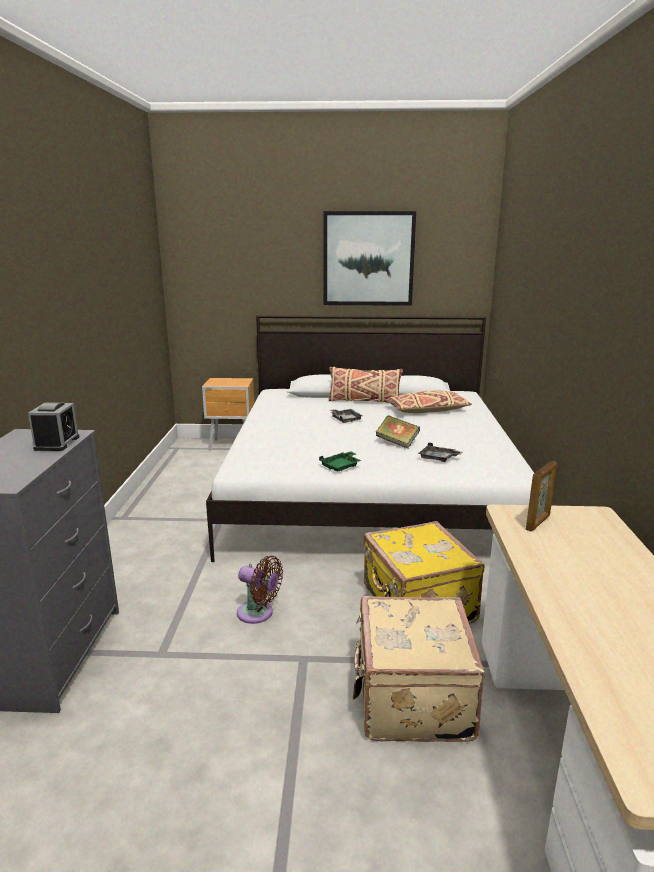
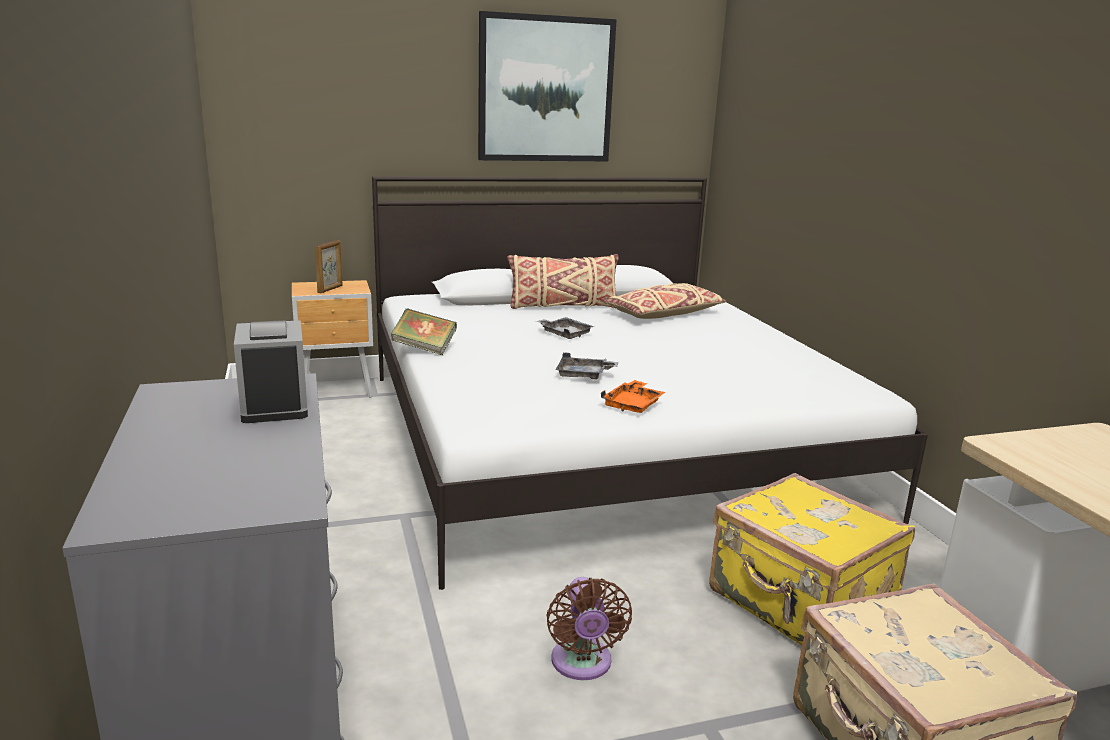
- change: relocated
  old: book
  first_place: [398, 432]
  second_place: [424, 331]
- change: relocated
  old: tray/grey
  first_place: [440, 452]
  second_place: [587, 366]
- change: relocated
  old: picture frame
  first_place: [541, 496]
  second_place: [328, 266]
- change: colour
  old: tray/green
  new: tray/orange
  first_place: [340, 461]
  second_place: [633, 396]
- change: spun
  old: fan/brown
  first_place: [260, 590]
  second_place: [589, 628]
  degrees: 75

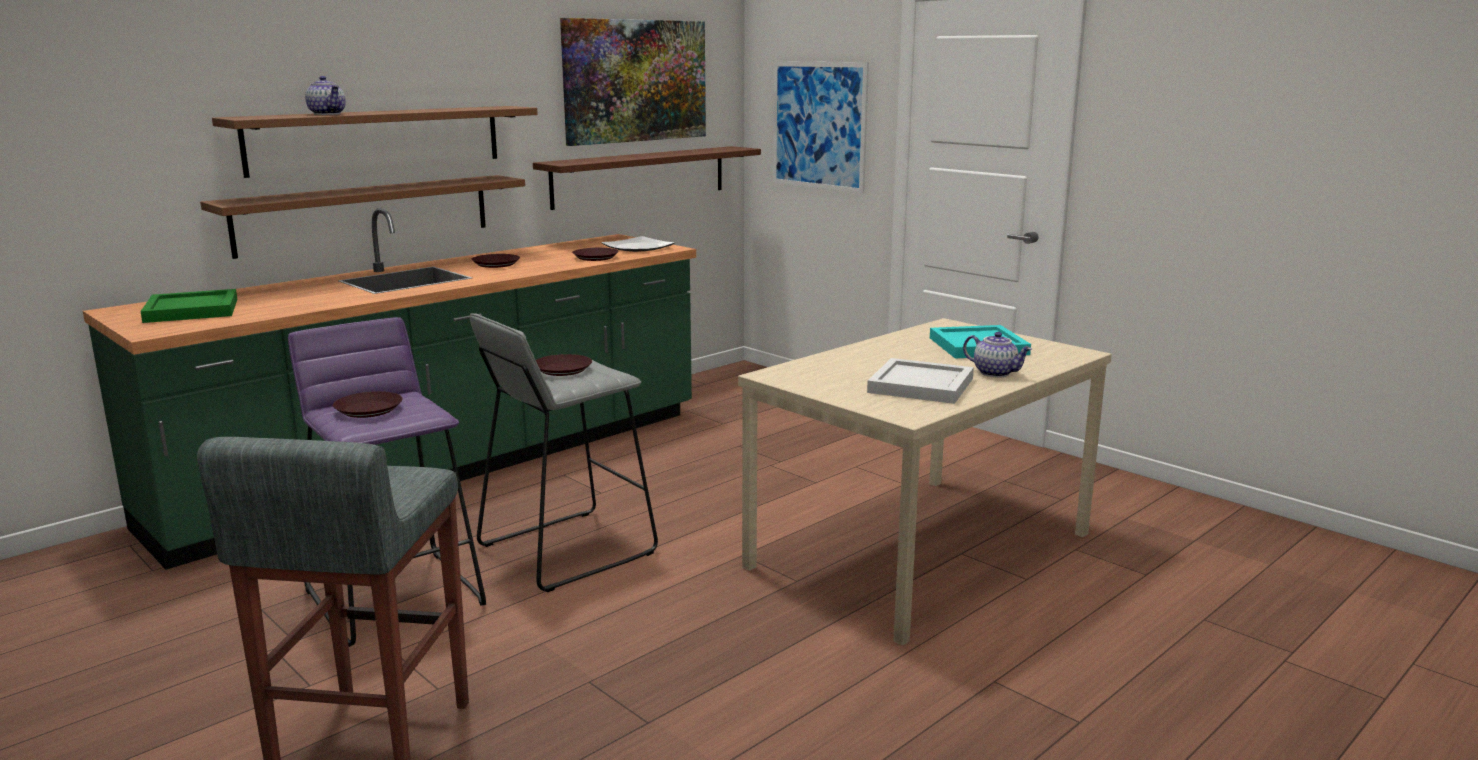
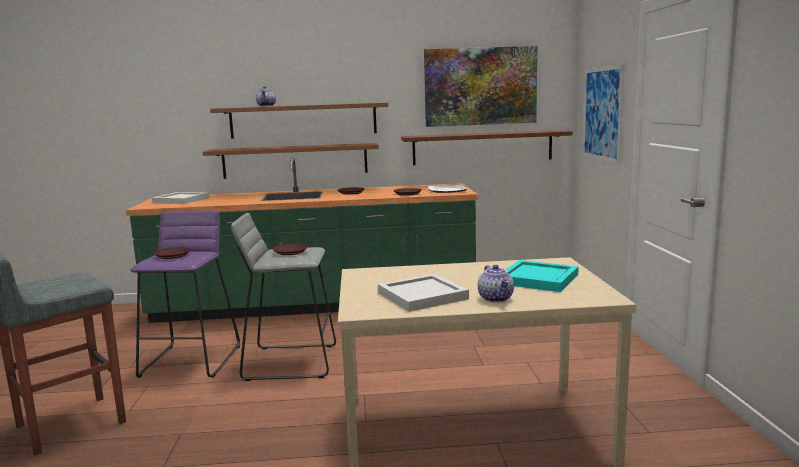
- change: colour
  old: tray/green
  new: tray/white
  first_place: [188, 306]
  second_place: [180, 198]

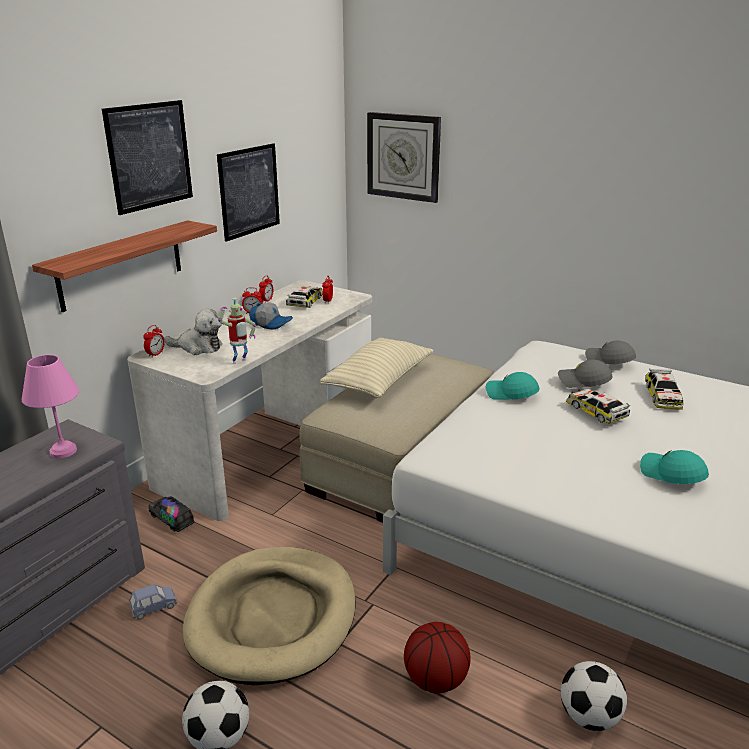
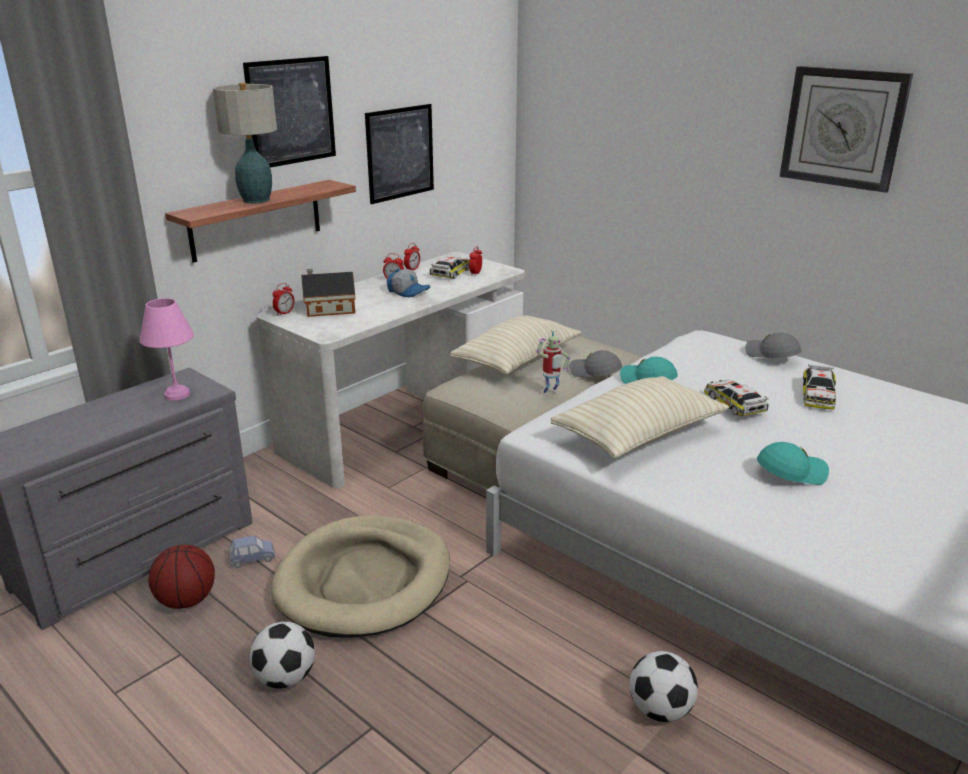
- change: missing
  old: toy truck
  first_place: [171, 514]
- change: appeared
  new: table lamp
  second_place: [245, 142]
- change: appeared
  new: pillow/beige
  second_place: [640, 417]
- change: relocated
  old: toy robot
  first_place: [237, 330]
  second_place: [553, 362]
- change: relocated
  old: wall clock
  first_place: [404, 157]
  second_place: [846, 129]
- change: relocated
  old: basketball
  first_place: [437, 657]
  second_place: [181, 577]
- change: relocated
  old: cap/grey
  first_place: [585, 374]
  second_place: [596, 363]
- change: exchanged
  old: plush toy
  new: toy house
  first_place: [193, 332]
  second_place: [328, 293]
- change: spun
  old: cap/turquoise
  first_place: [674, 467]
  second_place: [793, 463]
  degrees: 105

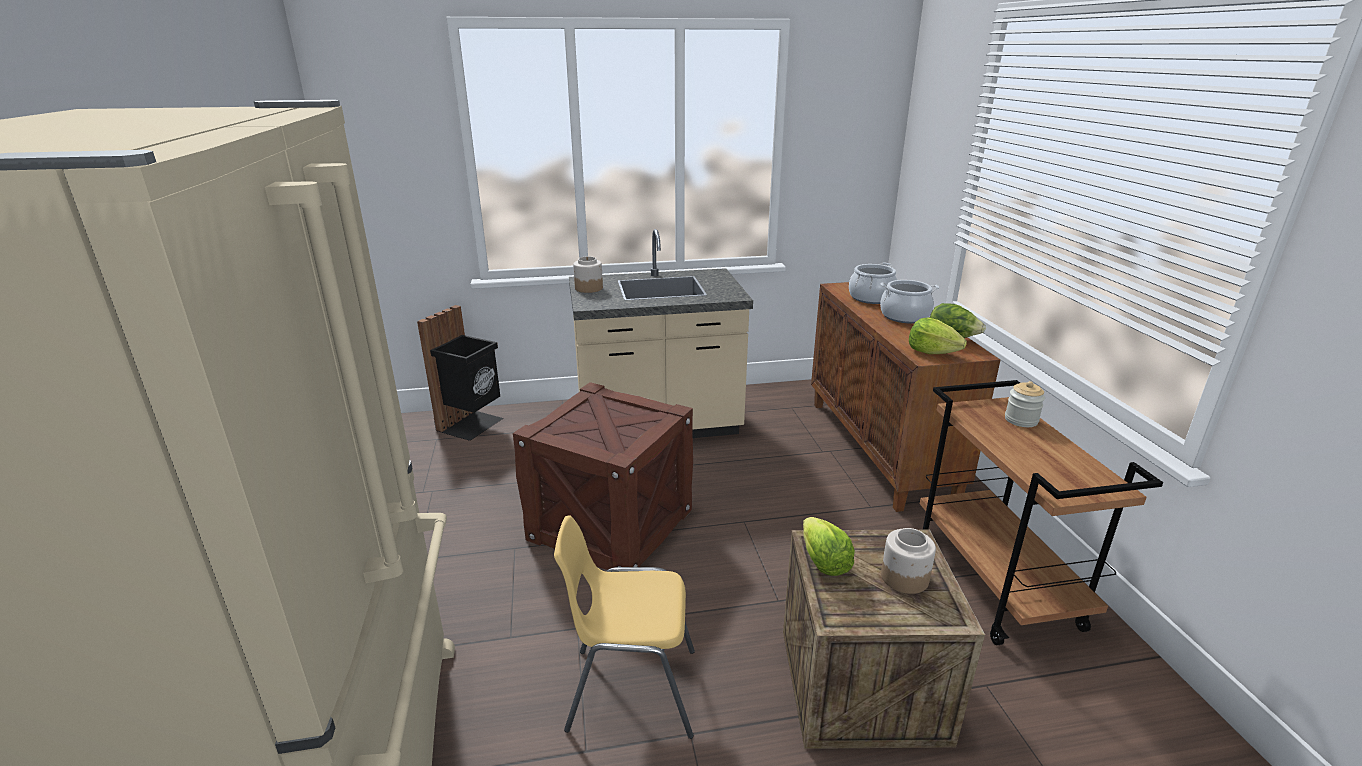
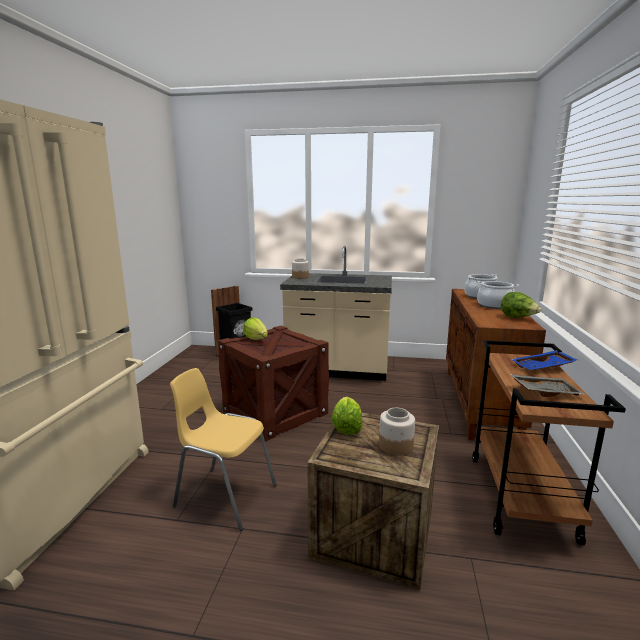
- change: appeared
  new: tray/grey
  second_place: [548, 385]
- change: relocated
  old: lettuce
  first_place: [938, 336]
  second_place: [255, 329]
- change: exchanged
  old: jar
  new: tray/blue
  first_place: [1025, 404]
  second_place: [544, 360]

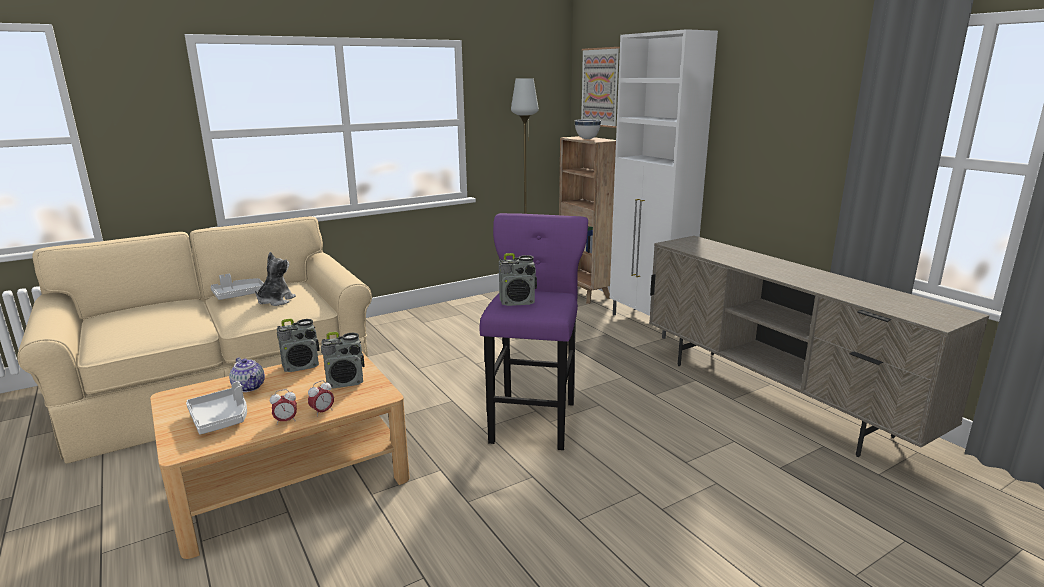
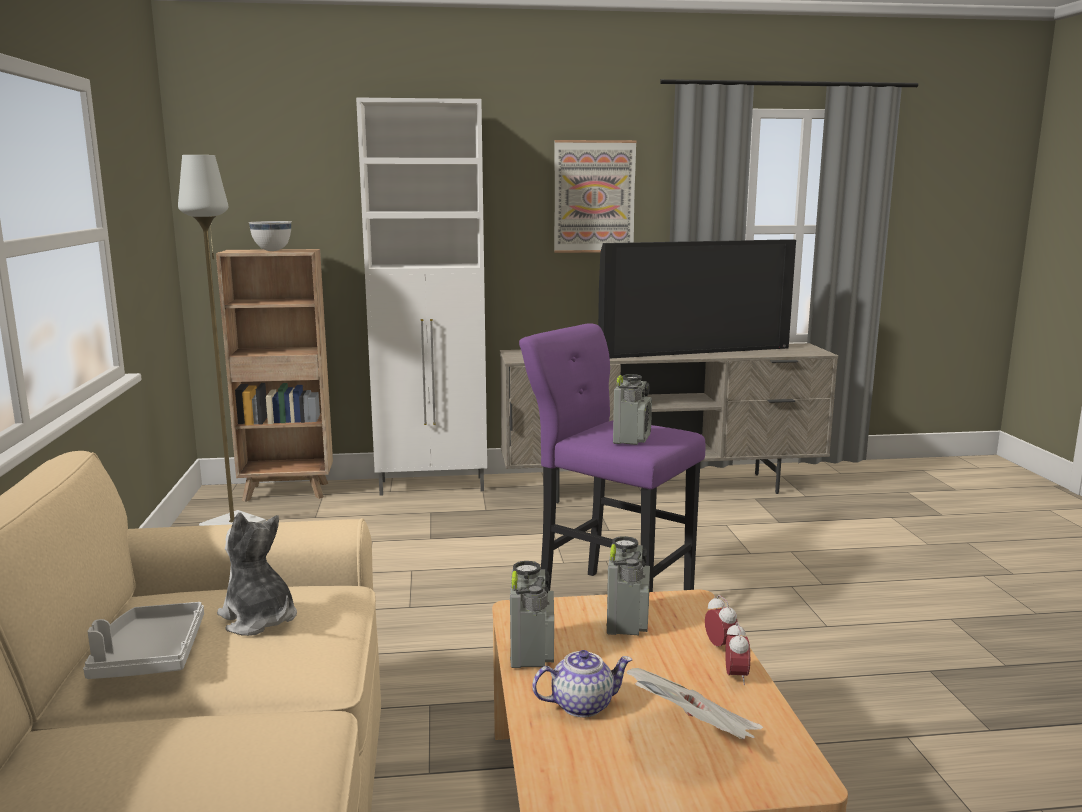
- change: appeared
  new: television
  second_place: [697, 298]
- change: relocated
  old: picture
  first_place: [600, 87]
  second_place: [595, 196]
- change: exchanged
  old: tray/grey
  new: newspaper
  first_place: [216, 408]
  second_place: [694, 703]

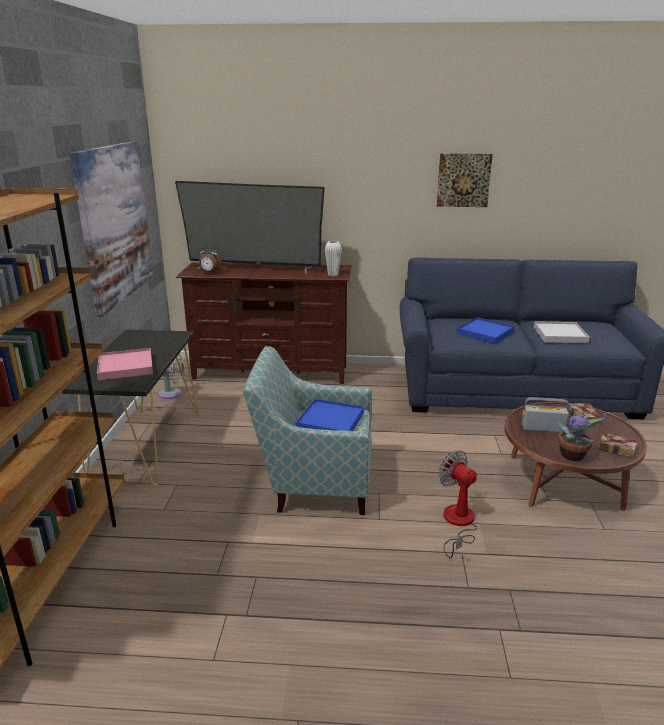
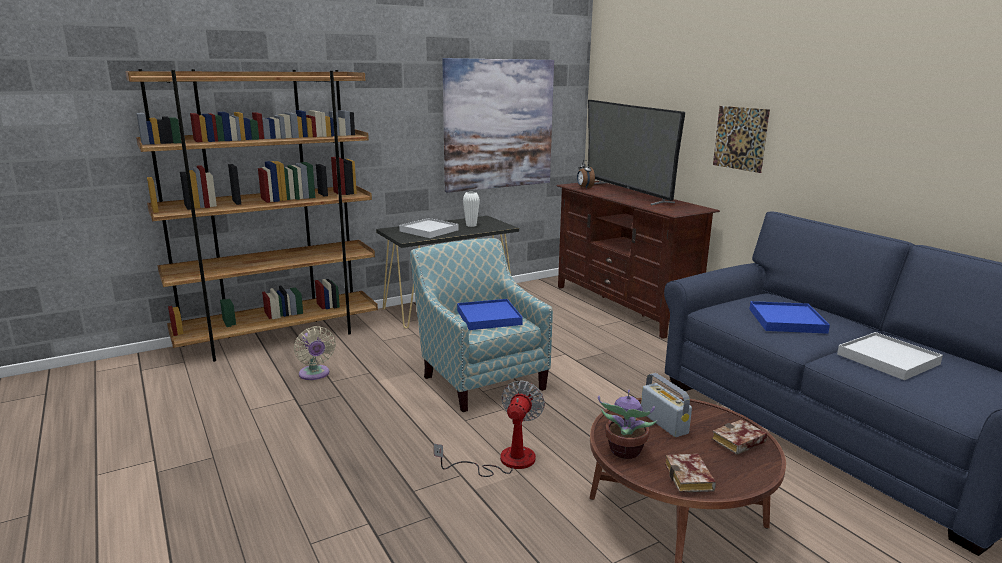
- change: relocated
  old: fan/beige
  first_place: [172, 376]
  second_place: [315, 353]
- change: relocated
  old: vase/white
  first_place: [333, 258]
  second_place: [471, 209]
- change: relocated
  old: picture
  first_place: [465, 180]
  second_place: [741, 139]
- change: colour
  old: tray/pink
  new: tray/white
  first_place: [125, 364]
  second_place: [429, 228]

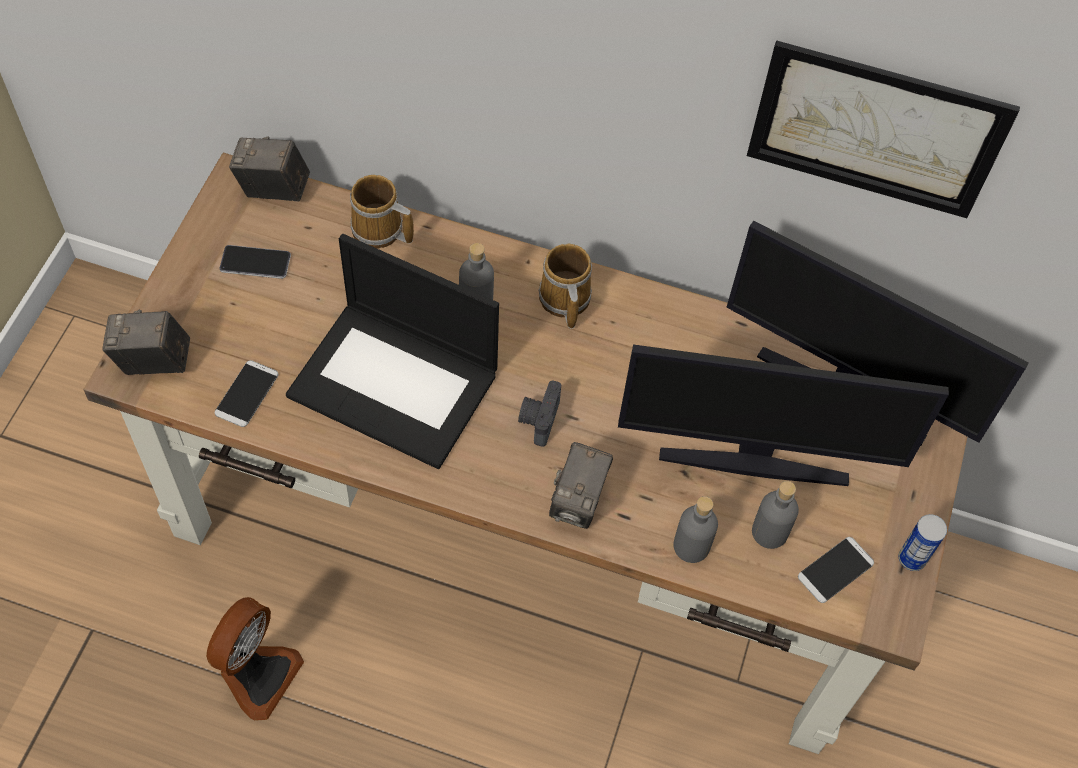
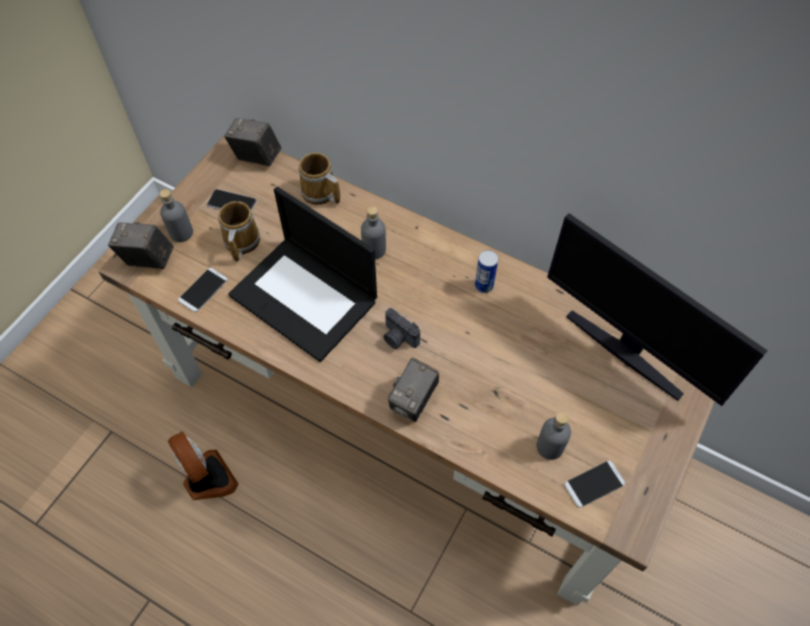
- change: missing
  old: monitor
  first_place: [783, 415]
- change: missing
  old: picture
  first_place: [883, 129]
- change: relocated
  old: mug
  first_place: [565, 286]
  second_place: [239, 231]
- change: relocated
  old: bottle/grey
  first_place: [695, 529]
  second_place: [176, 215]
- change: relocated
  old: can
  first_place: [923, 542]
  second_place: [486, 271]
- change: spun
  old: fan
  first_place: [255, 659]
  second_place: [203, 465]
  degrees: -75
- change: spun
  old: photo camera
  first_place: [539, 413]
  second_place: [401, 328]
  degrees: -75

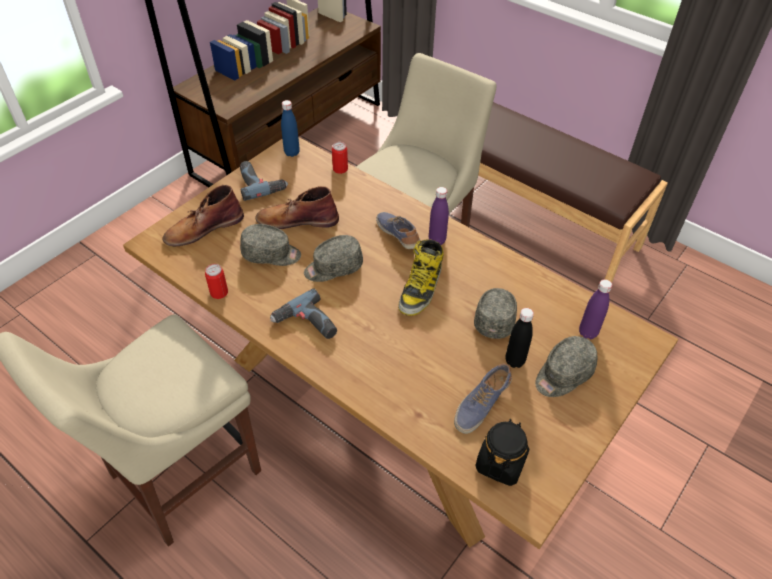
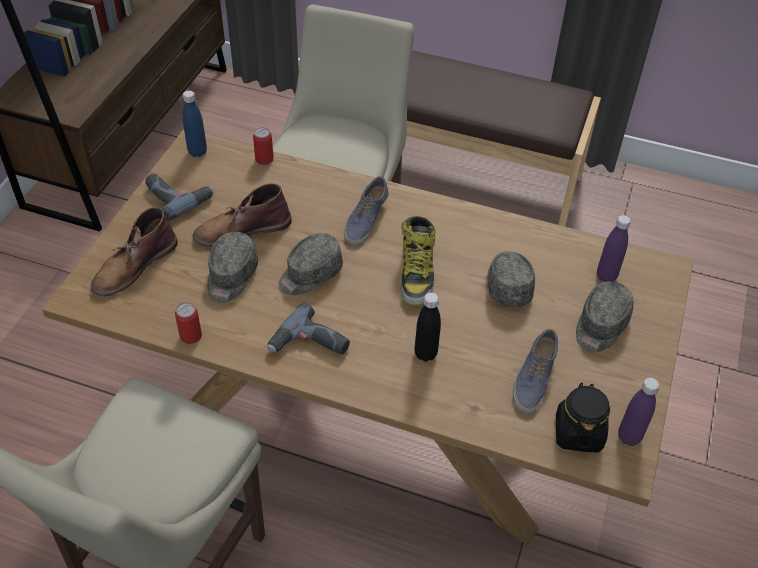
- change: relocated
  old: bottle/purple
  first_place: [439, 216]
  second_place: [639, 412]
- change: relocated
  old: bottle/black
  first_place: [519, 338]
  second_place: [428, 327]
- change: spun
  old: cap/grey
  first_place: [270, 245]
  second_place: [232, 267]
  degrees: 120
- change: spun
  old: shoe
  first_place: [398, 230]
  second_place: [366, 211]
  degrees: -105

